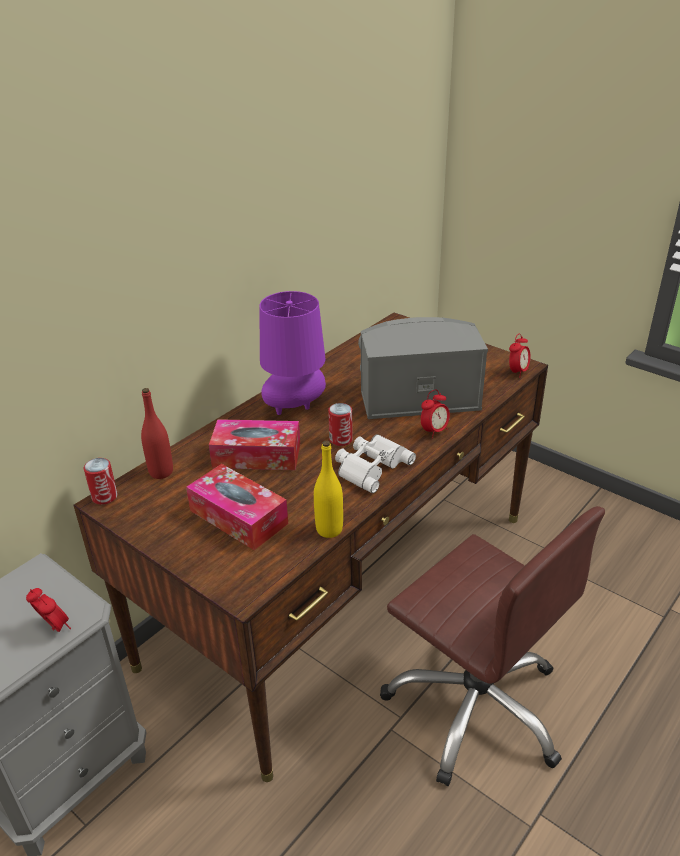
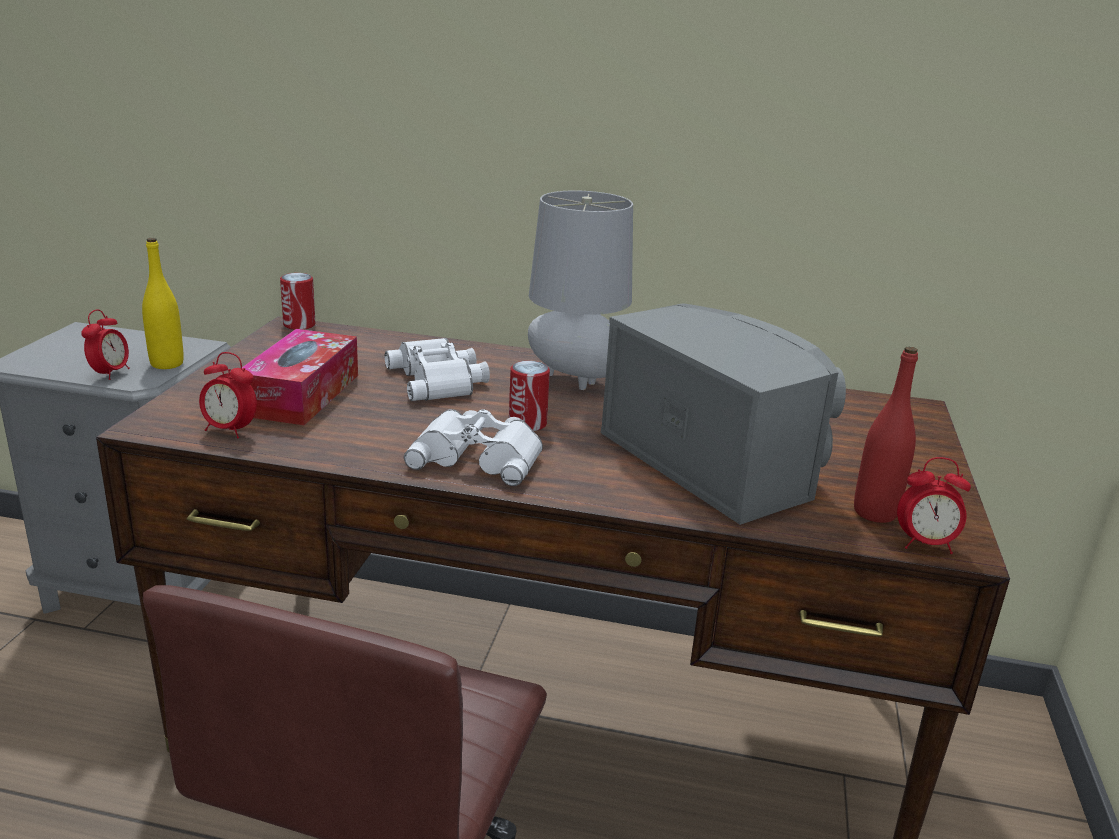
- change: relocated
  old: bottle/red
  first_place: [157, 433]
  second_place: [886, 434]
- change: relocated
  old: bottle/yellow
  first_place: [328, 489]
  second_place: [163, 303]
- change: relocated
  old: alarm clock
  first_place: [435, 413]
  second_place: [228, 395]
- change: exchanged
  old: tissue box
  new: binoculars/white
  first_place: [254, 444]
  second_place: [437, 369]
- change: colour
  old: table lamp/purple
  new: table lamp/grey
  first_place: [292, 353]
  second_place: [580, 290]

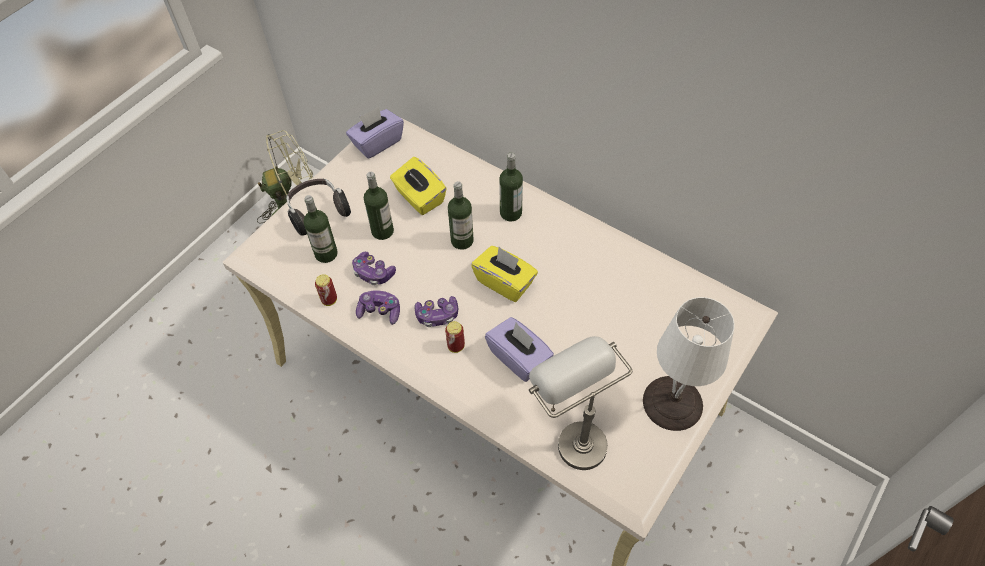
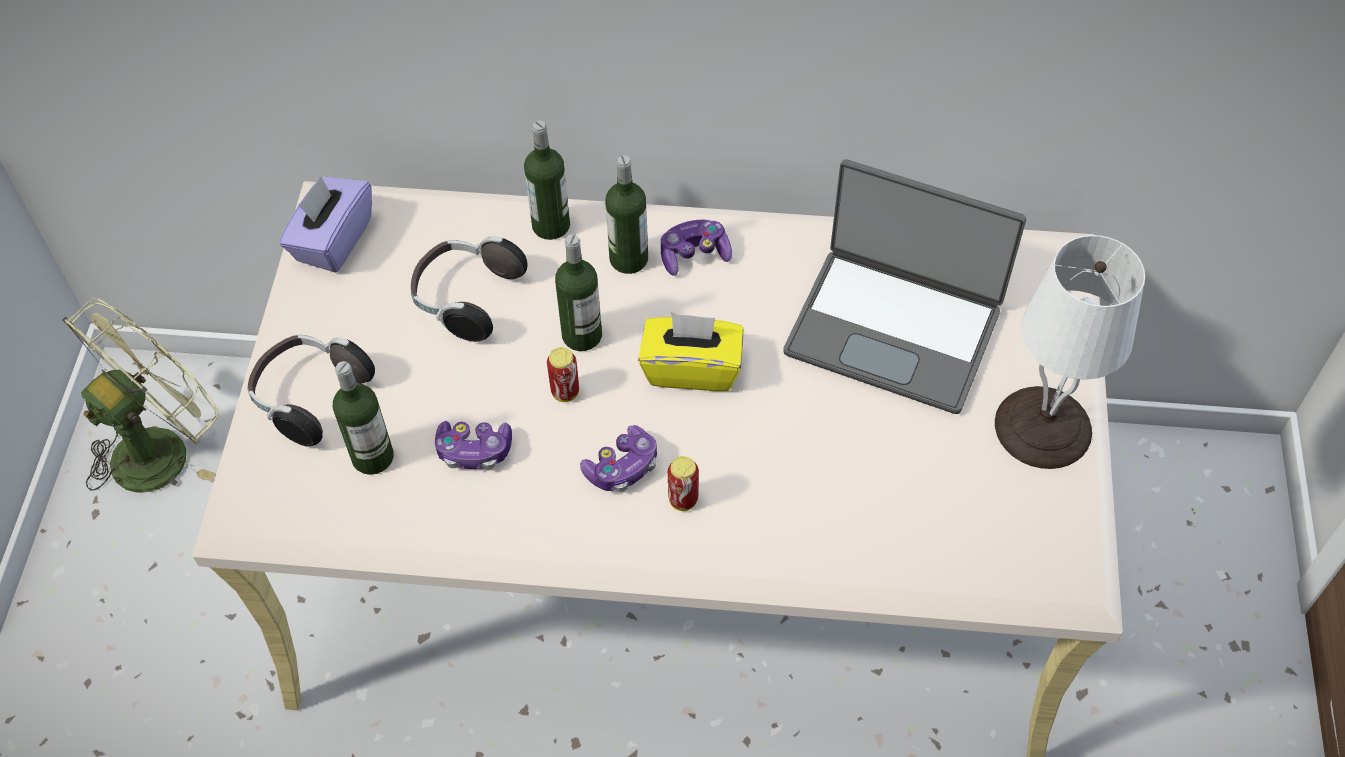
- change: missing
  old: tissue box/purple
  first_place: [519, 349]
- change: missing
  old: table lamp/grey
  first_place: [580, 403]
- change: appeared
  new: laptop
  second_place: [904, 286]
- change: relocated
  old: can
  first_place: [326, 290]
  second_place: [563, 374]
- change: relocated
  old: game controller
  first_place: [378, 307]
  second_place: [696, 248]
- change: relocated
  old: bottle
  first_place: [379, 206]
  second_place: [547, 180]
- change: exchanged
  old: tissue box/yellow
  new: headphones
  first_place: [418, 186]
  second_place: [469, 289]

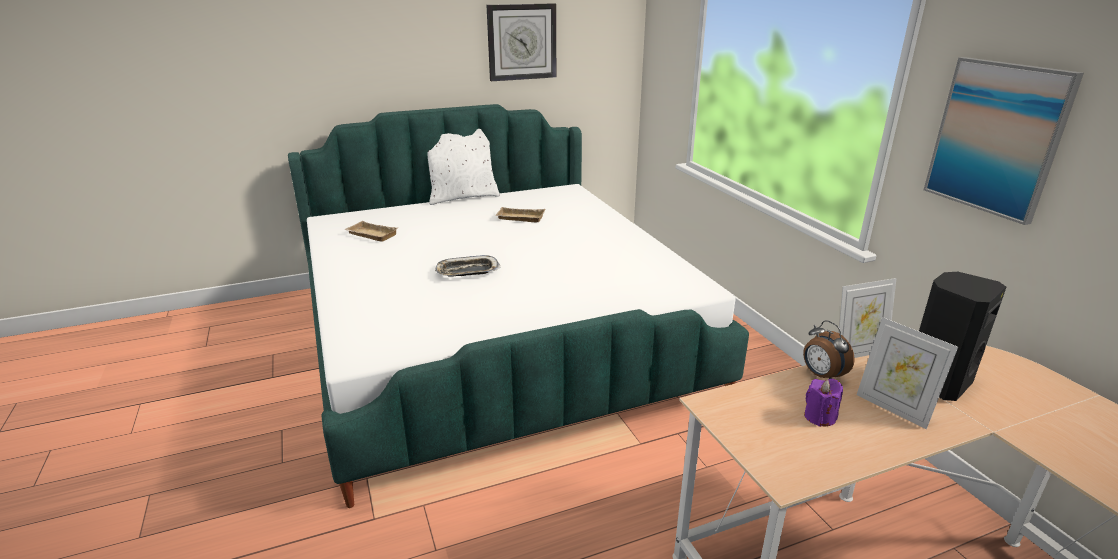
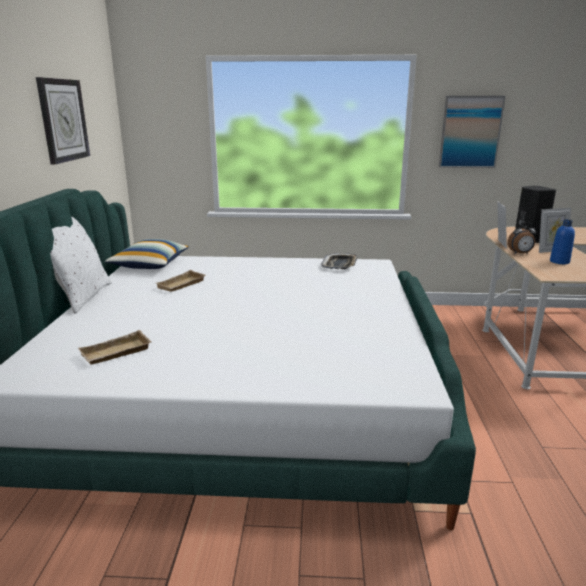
- change: appeared
  new: pillow
  second_place: [147, 254]
- change: relocated
  old: tray
  first_place: [467, 266]
  second_place: [339, 261]
- change: exchanged
  old: candle/purple
  new: bottle/blue
  first_place: [823, 403]
  second_place: [562, 242]

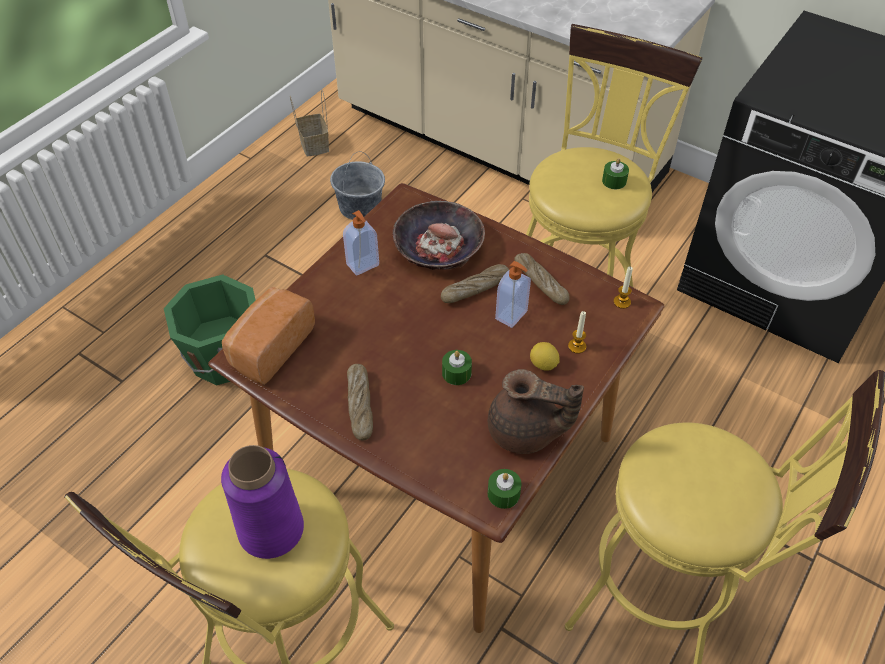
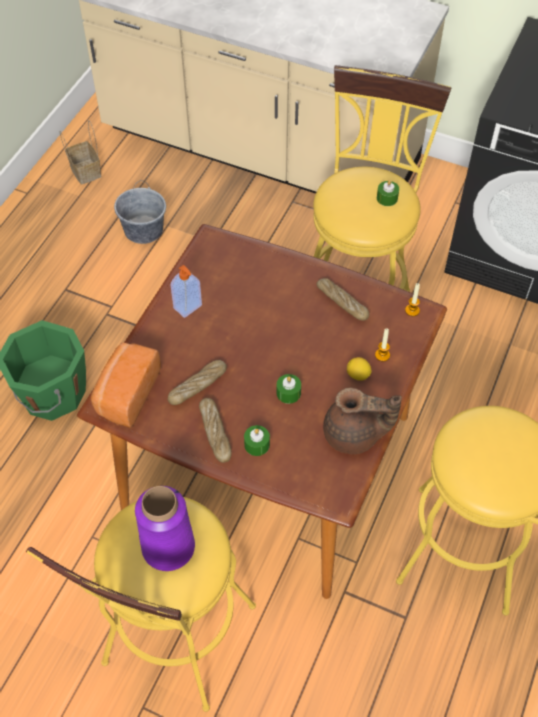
- change: missing
  old: bowl
  first_place: [438, 235]
- change: missing
  old: soap dispenser
  first_place: [513, 294]
- change: relocated
  old: bread
  first_place: [475, 283]
  second_place: [197, 382]
- change: relocated
  old: candle/green
  first_place: [505, 489]
  second_place: [257, 440]

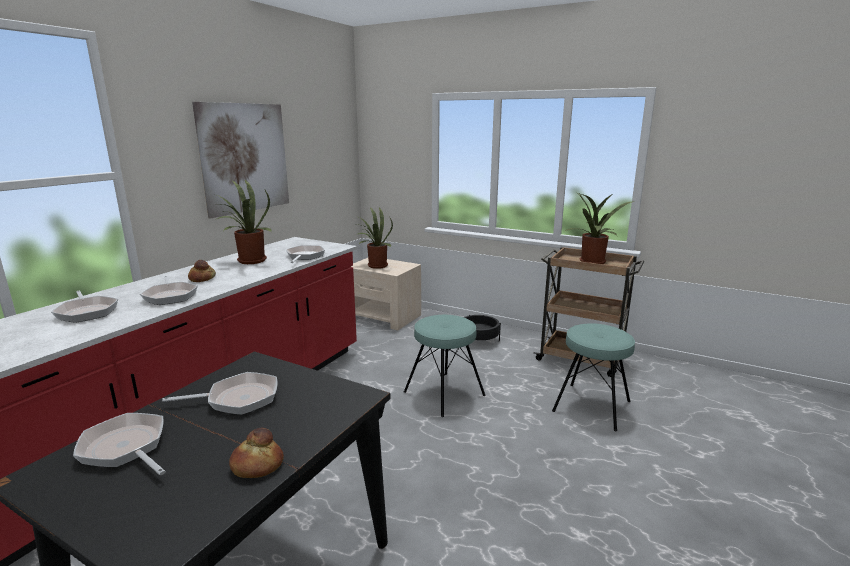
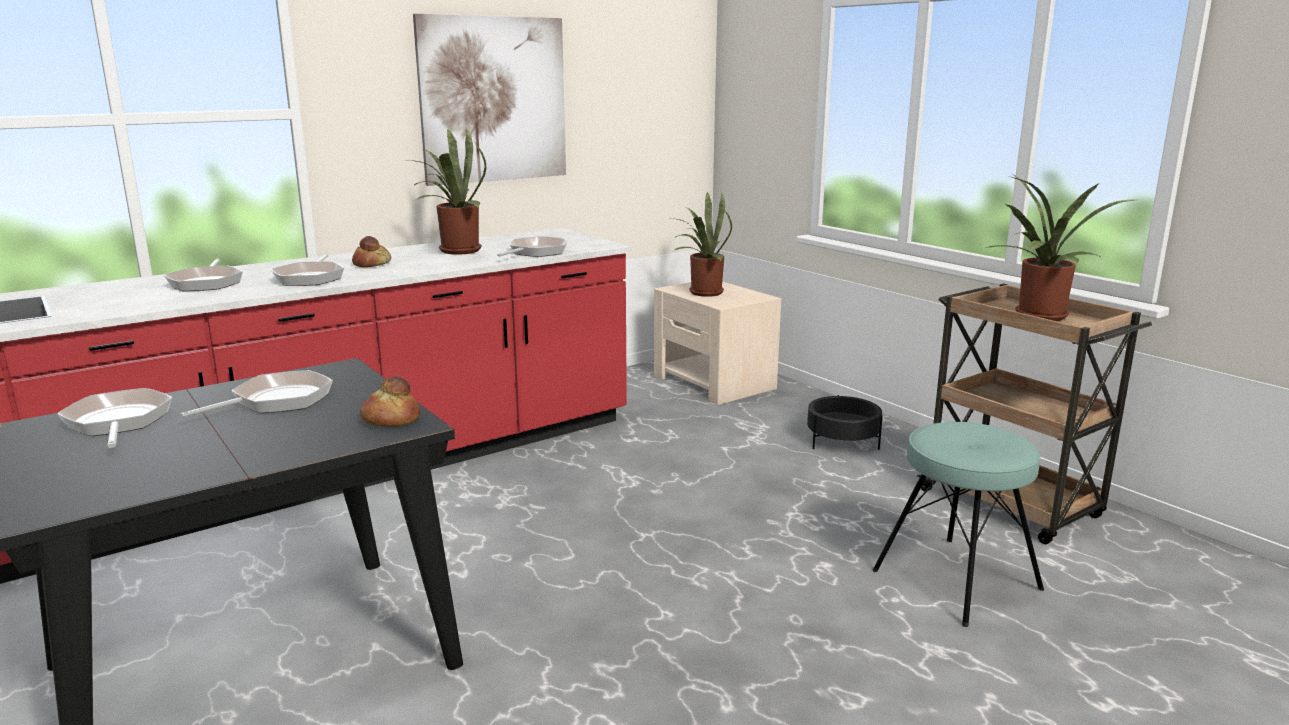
- change: missing
  old: stool/turquoise
  first_place: [445, 366]
- change: relocated
  old: bread
  first_place: [256, 453]
  second_place: [390, 401]
- change: spun
  old: frying pan
  first_place: [219, 393]
  second_place: [256, 394]
  degrees: -60

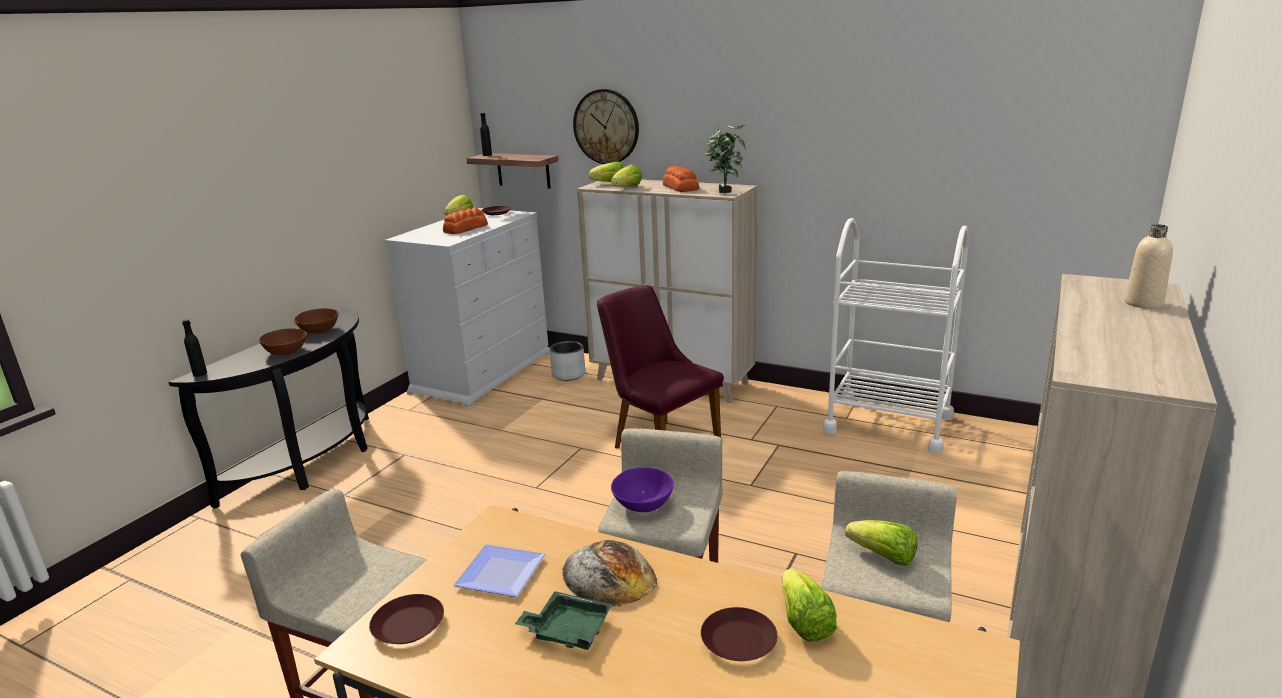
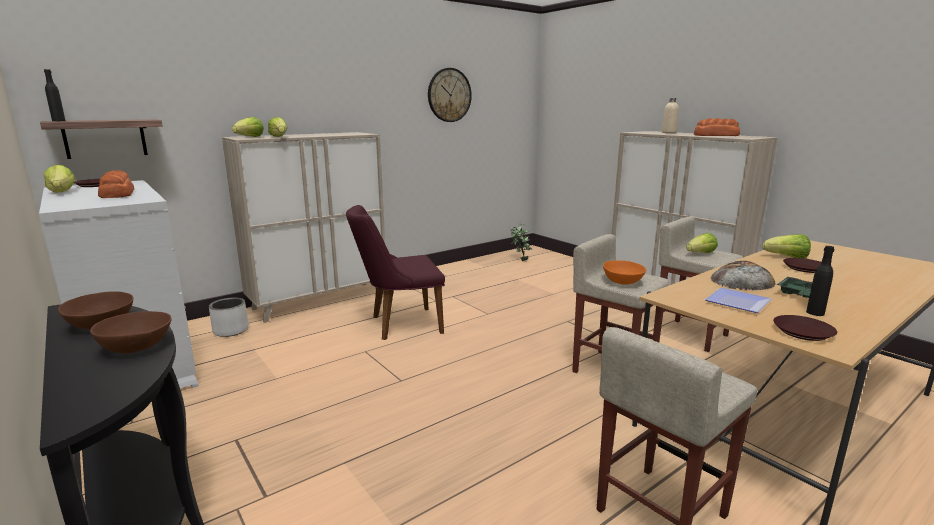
- change: missing
  old: cart/white
  first_place: [896, 336]
- change: relocated
  old: bottle/black
  first_place: [194, 348]
  second_place: [820, 281]
- change: relocated
  old: wall clock
  first_place: [606, 126]
  second_place: [450, 95]
- change: relocated
  old: bread
  first_place: [681, 179]
  second_place: [717, 127]
- change: relocated
  old: potted plant
  first_place: [725, 159]
  second_place: [521, 241]
- change: colour
  old: bowl/purple
  new: bowl/orange
  first_place: [642, 489]
  second_place: [624, 272]

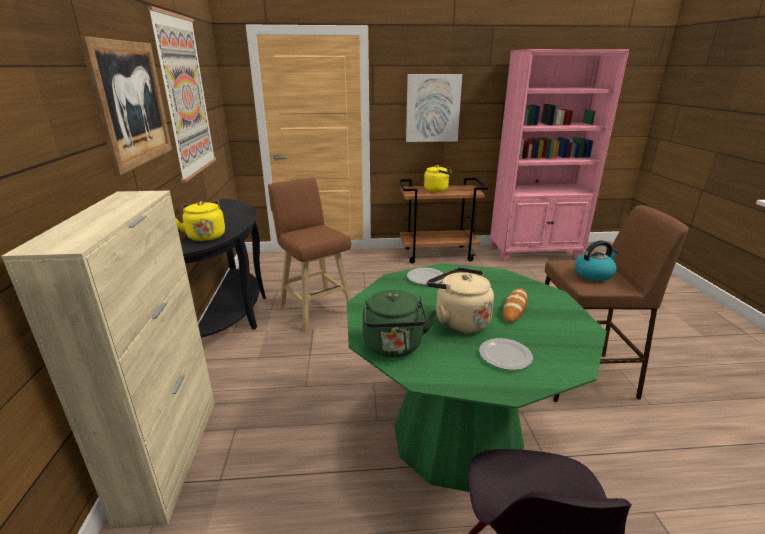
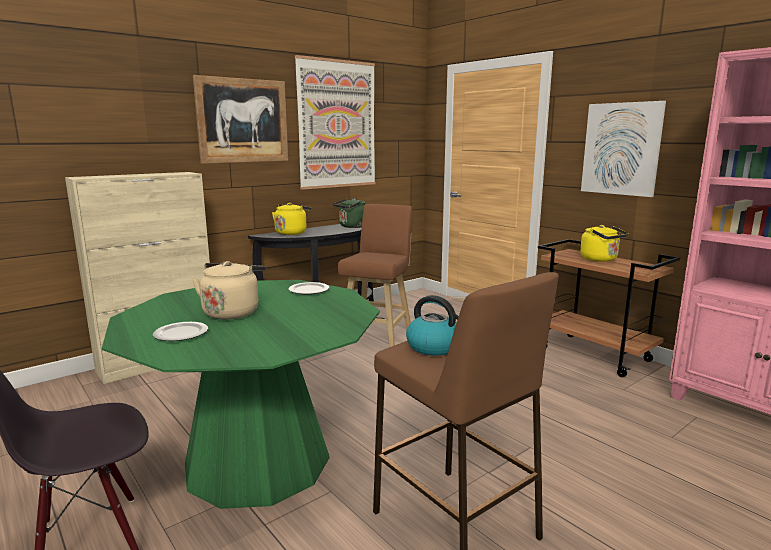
- change: missing
  old: bread
  first_place: [515, 305]
- change: relocated
  old: kettle/green
  first_place: [400, 323]
  second_place: [349, 213]

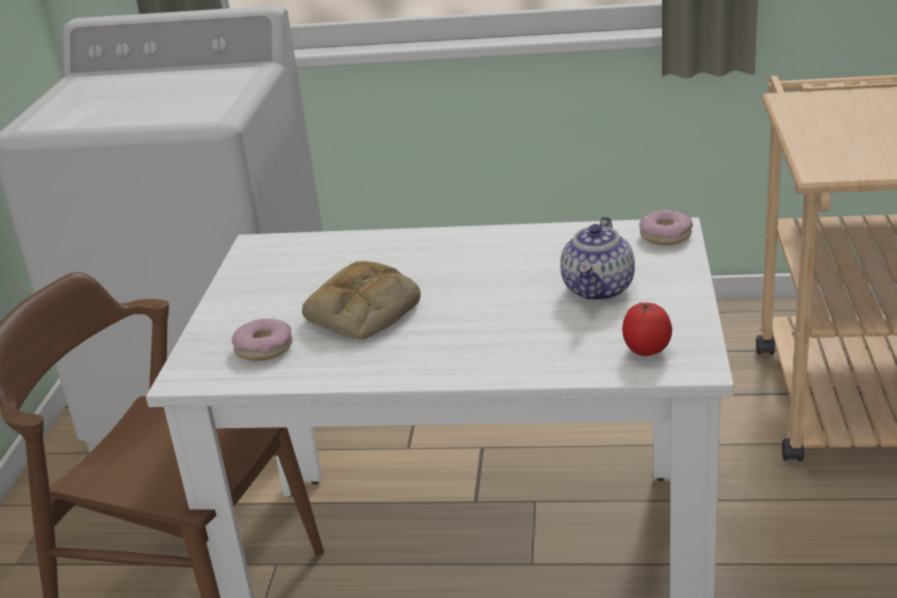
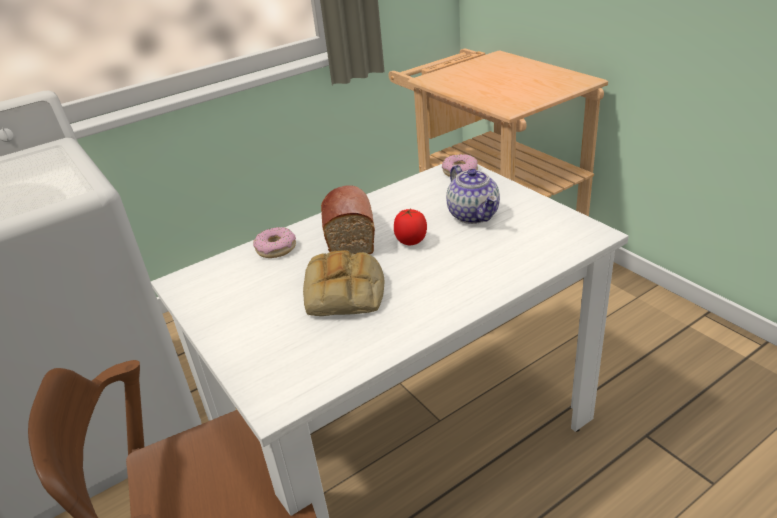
- change: appeared
  new: bread
  second_place: [348, 219]
- change: relocated
  old: donut
  first_place: [262, 340]
  second_place: [274, 242]
- change: relocated
  old: tomato
  first_place: [647, 329]
  second_place: [410, 226]

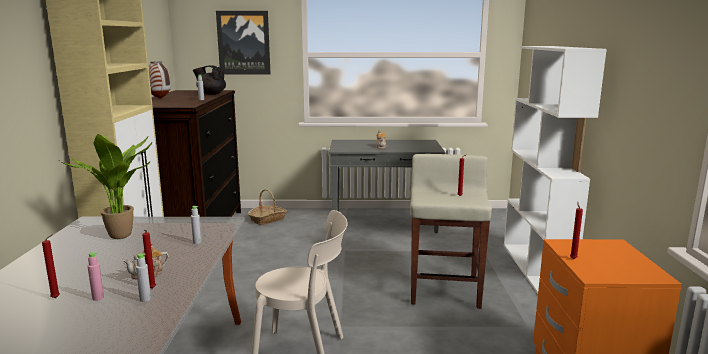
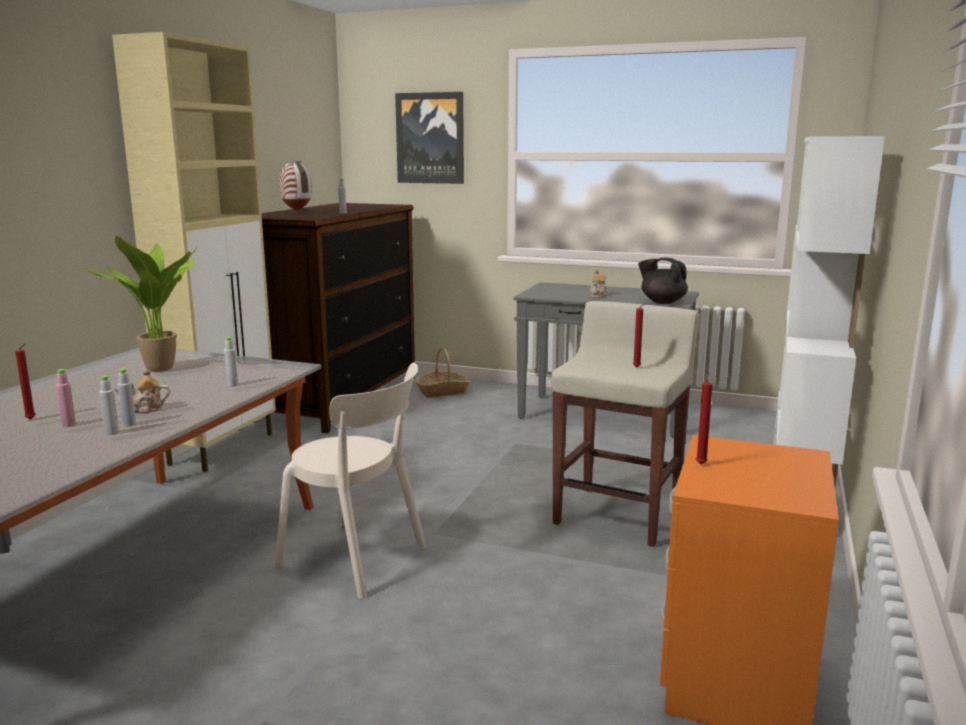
- change: relocated
  old: teapot/black
  first_place: [209, 80]
  second_place: [663, 281]
- change: exchanged
  old: candle/red
  new: bottle/grey
  first_place: [149, 259]
  second_place: [126, 397]

